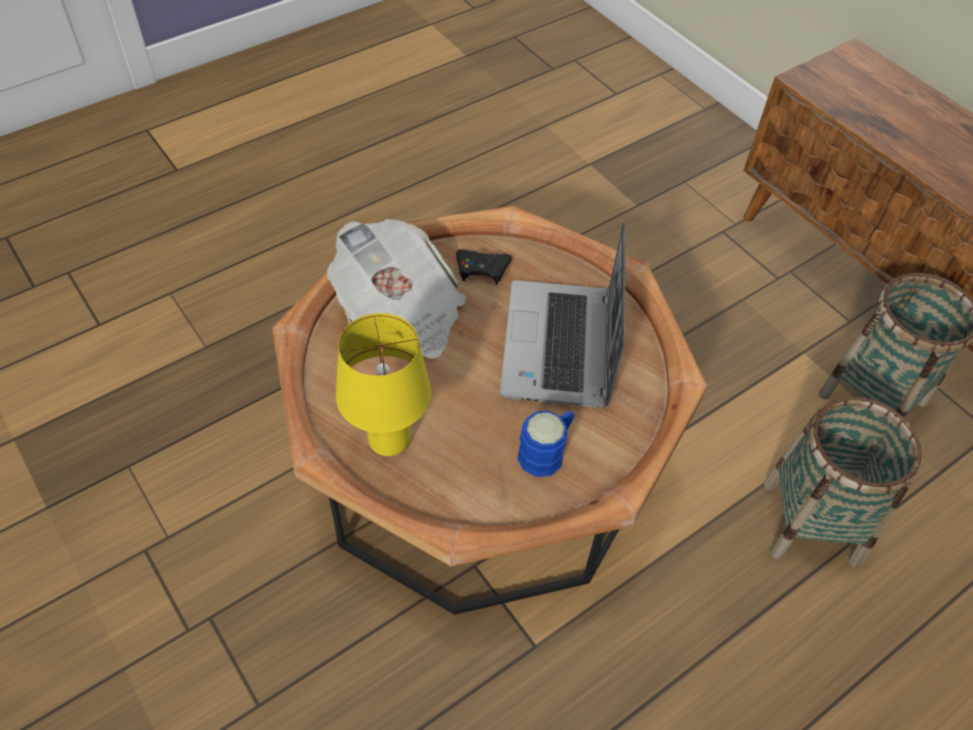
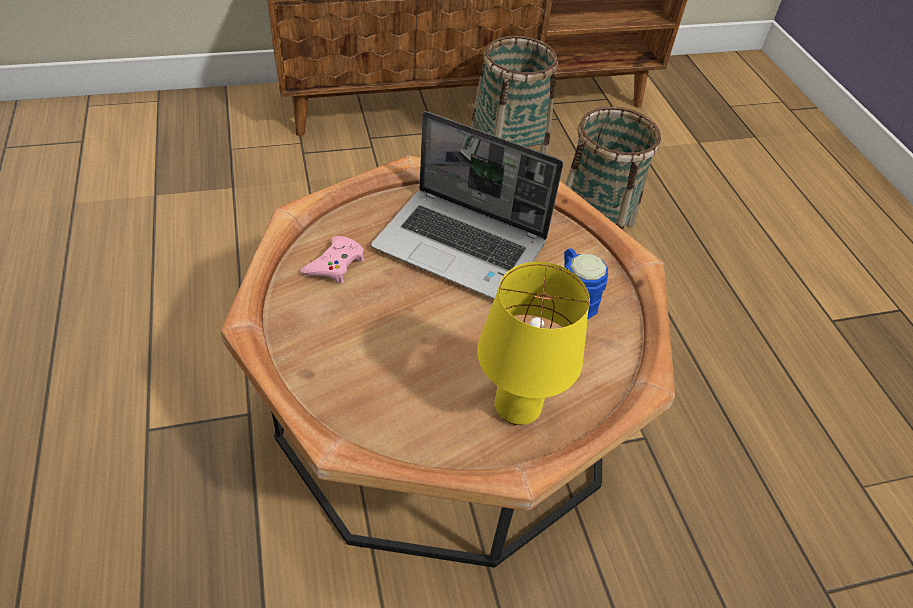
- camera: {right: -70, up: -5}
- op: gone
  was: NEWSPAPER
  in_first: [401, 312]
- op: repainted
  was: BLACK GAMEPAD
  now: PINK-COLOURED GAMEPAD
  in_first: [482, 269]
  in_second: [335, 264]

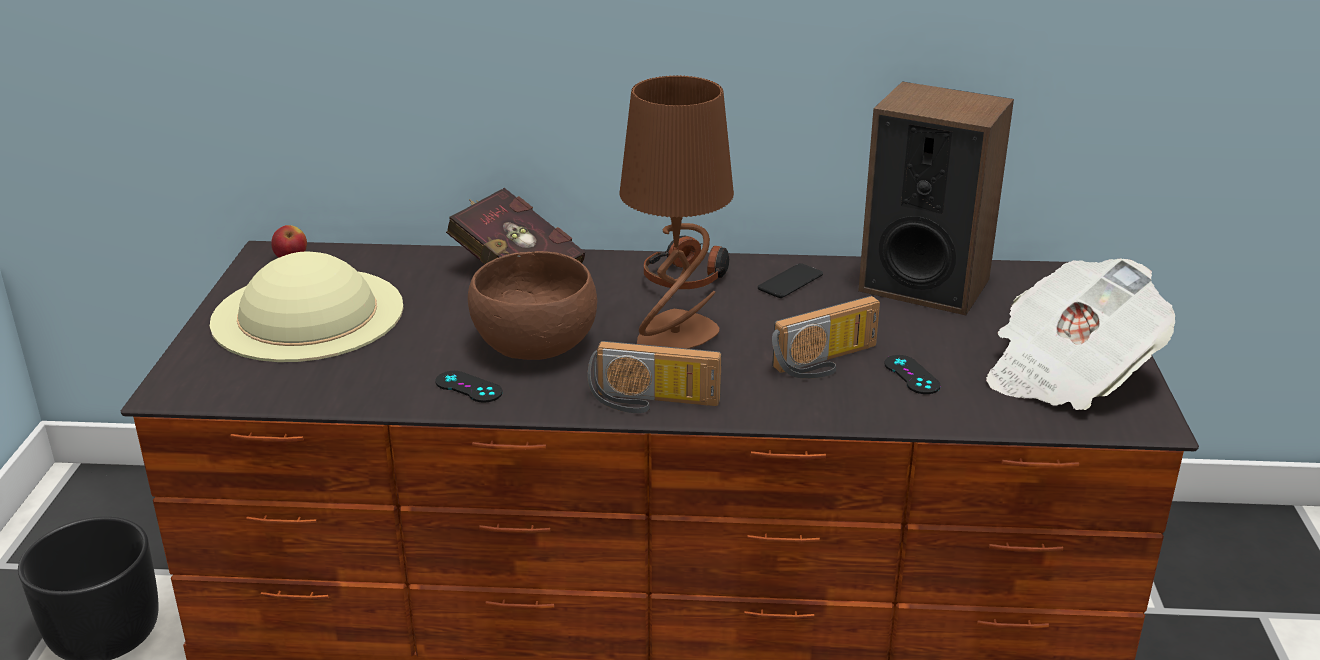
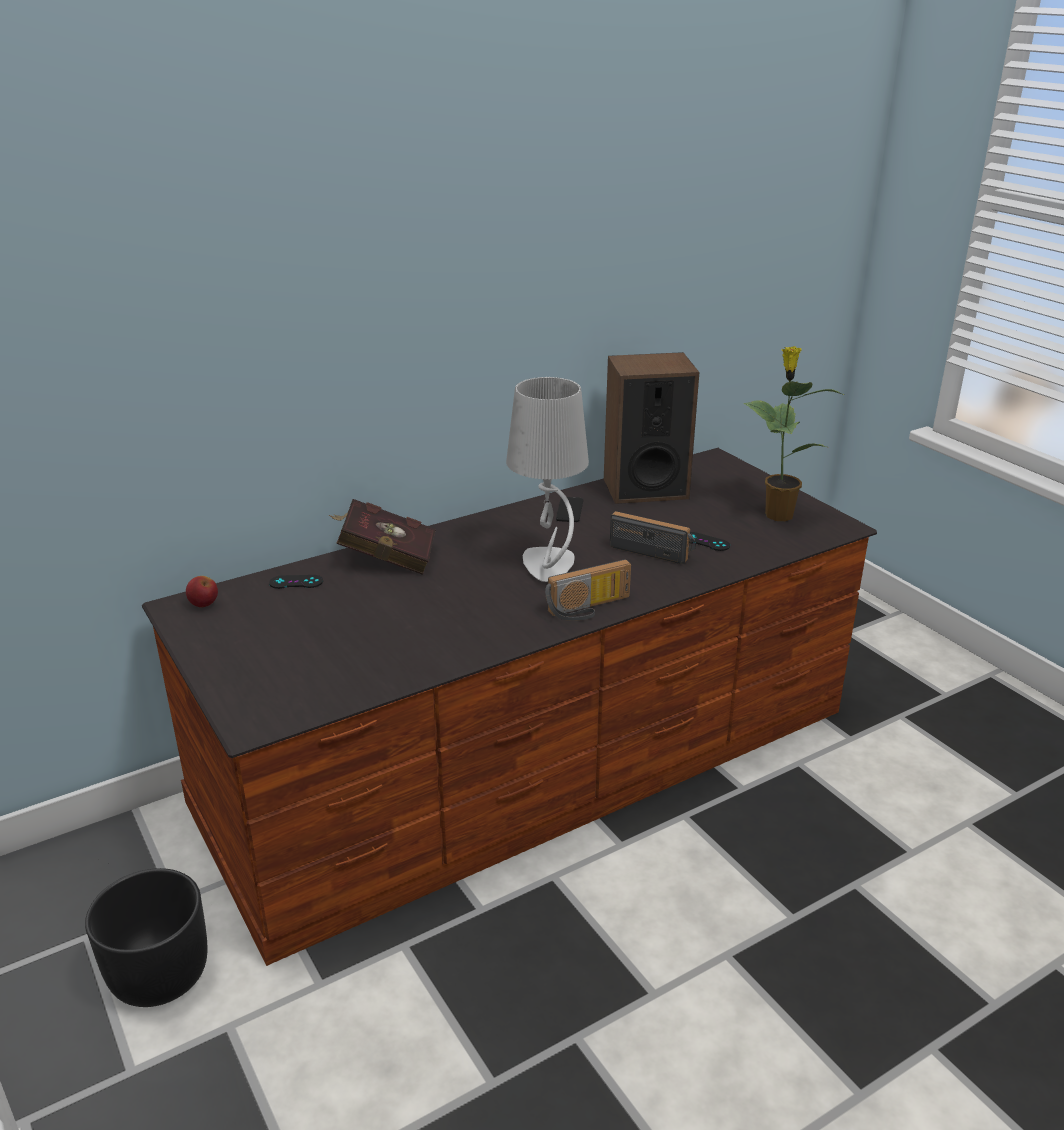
- camera: {right: -35, up: 0}
- op: gone
  was: SAND-COLOURED WEARABLE HAT
  in_first: [308, 313]
- op: shifted
  was: BLACK GAMEPAD
  in_first: [468, 387]
  in_second: [296, 582]
- op: gone
  was: BROWNISH SERVING BOWL
  in_first: [536, 344]
- op: repainted
  was: BROWNISH LAMP FOR A TABLE
  now: GREYISH LAMP FOR A TABLE
  in_first: [675, 337]
  in_second: [549, 566]
- op: gone
  was: HEADSET
  in_first: [688, 278]
- op: rotated
  was: RADIO
  in_first: [827, 362]
  in_second: [654, 550]
  clockwise: -90
- op: swapped
  was: NEWSPAPER
  now: POTTED PLANT
  in_first: [1066, 373]
  in_second: [777, 514]

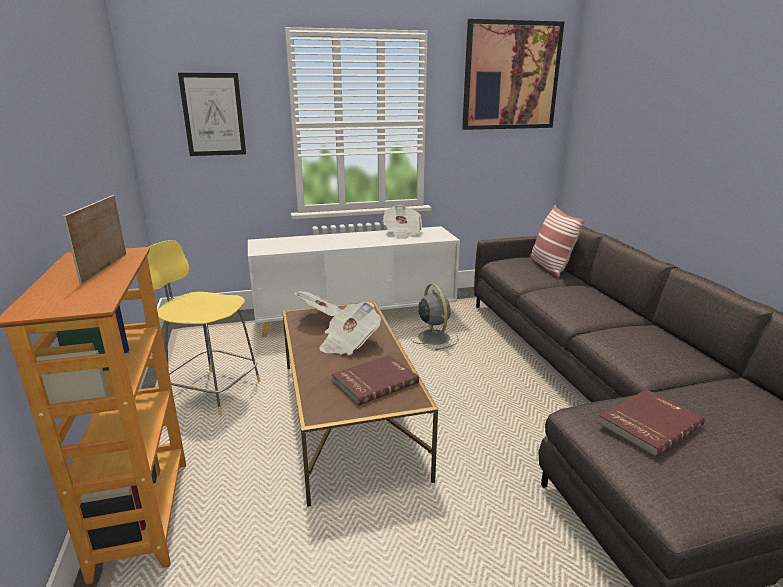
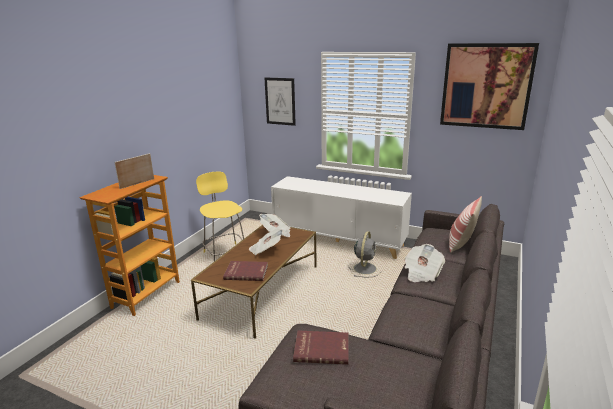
- camera: {right: 40, up: 0}
- op: shifted
  was: NEWSPAPER
  in_first: [402, 233]
  in_second: [422, 273]

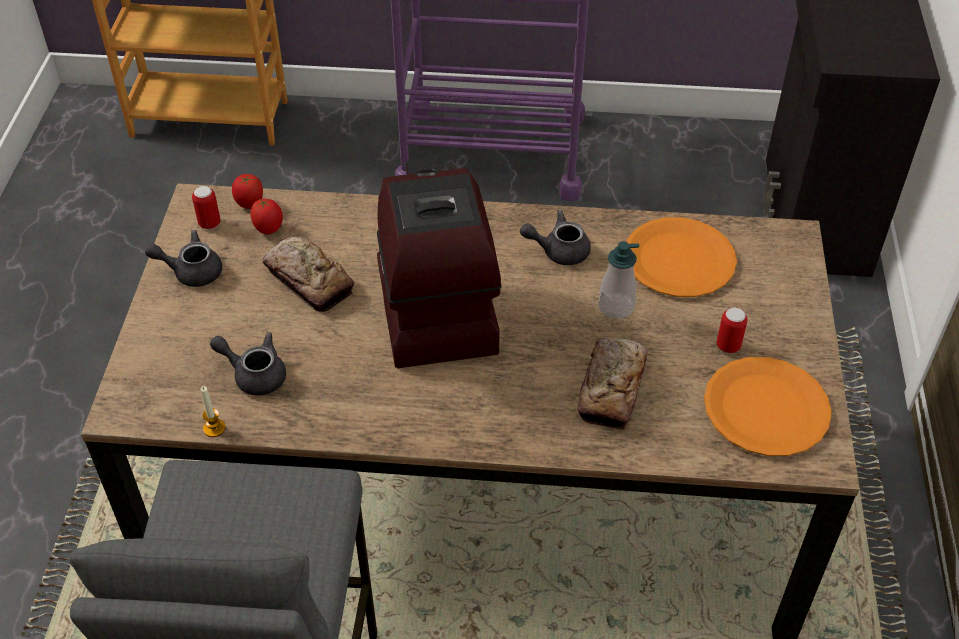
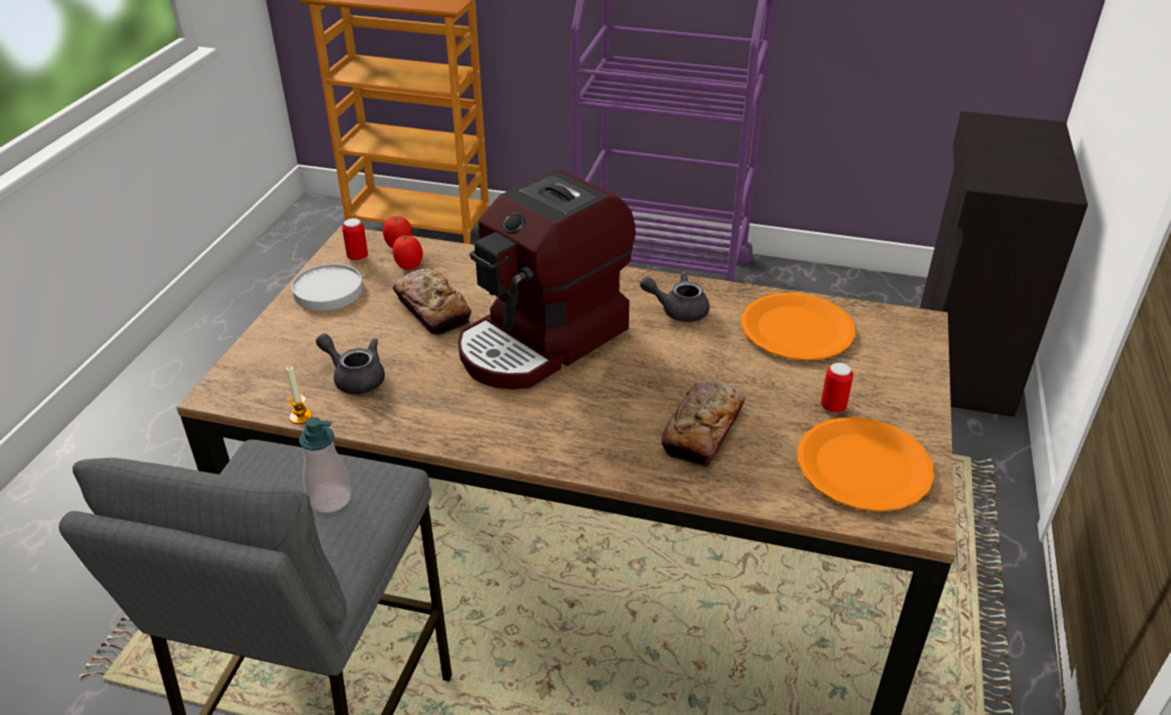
- camera: {right: 10, up: -10}
- op: swapped
  was: GREYISH POT FOR TEA
  now: WHITE PLATE
  in_first: [191, 271]
  in_second: [327, 291]
- op: rotated
  was: COFFEE MACHINE
  in_first: [433, 305]
  in_second: [543, 341]
  clockwise: -135
- op: shifted
  was: SOAP BOTTLE
  in_first: [616, 306]
  in_second: [330, 498]

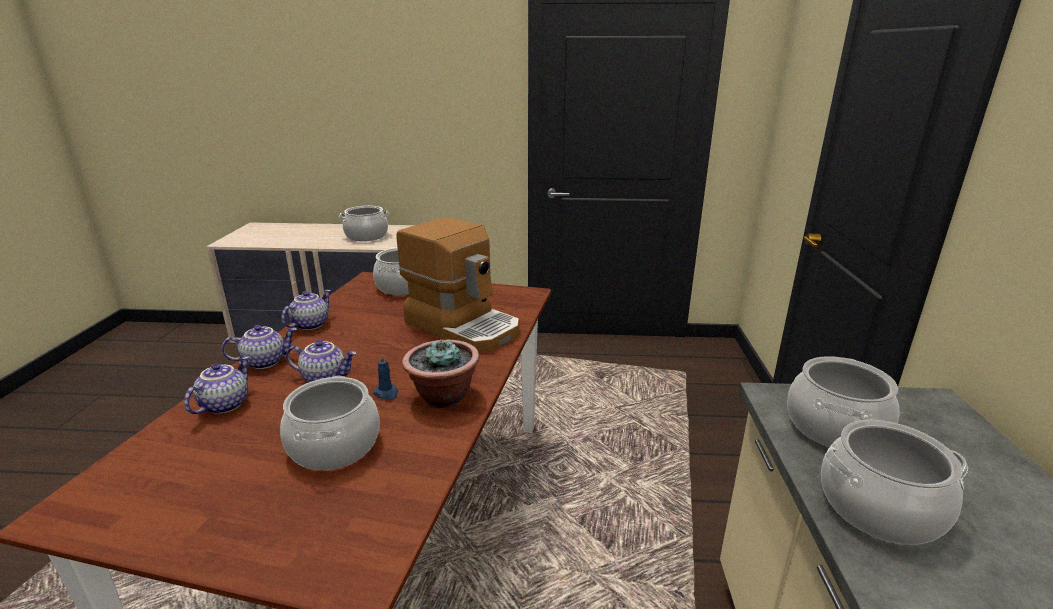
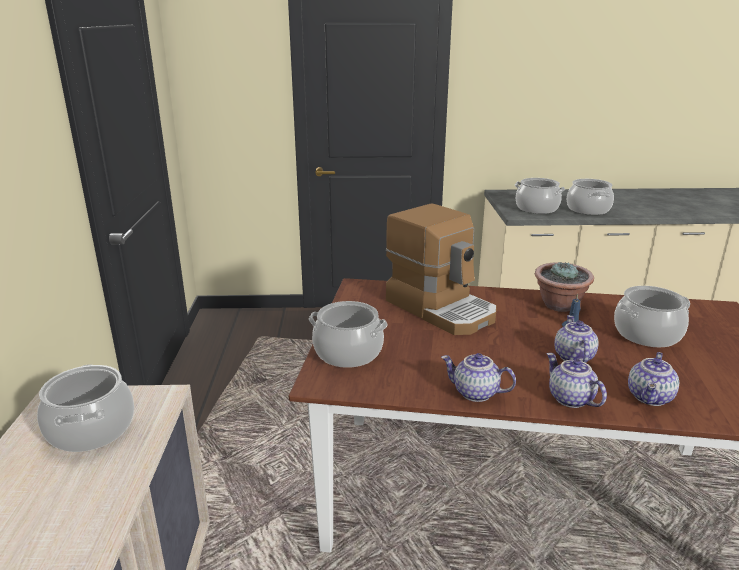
- camera: {right: -95, up: 0}
- op: rotated
  was: POT FOR TEA
  in_first: [224, 404]
  in_second: [651, 398]
  clockwise: -75
- op: rotated
  was: COFFEE MACHINE
  in_first: [464, 326]
  in_second: [441, 308]
  clockwise: 105

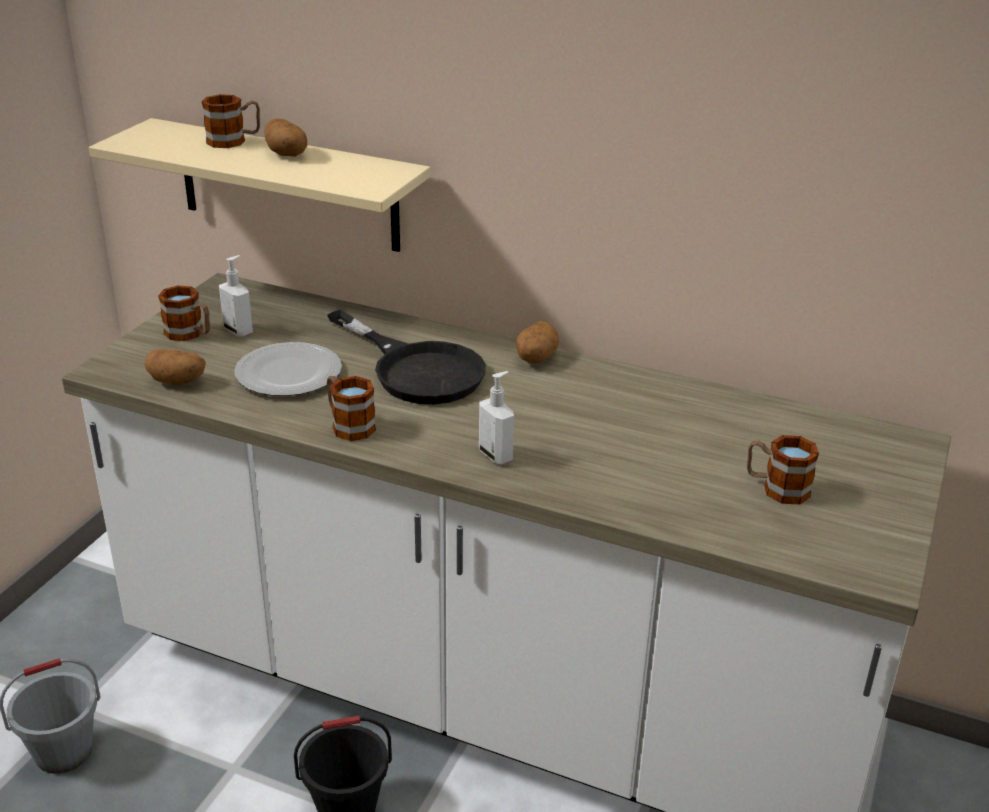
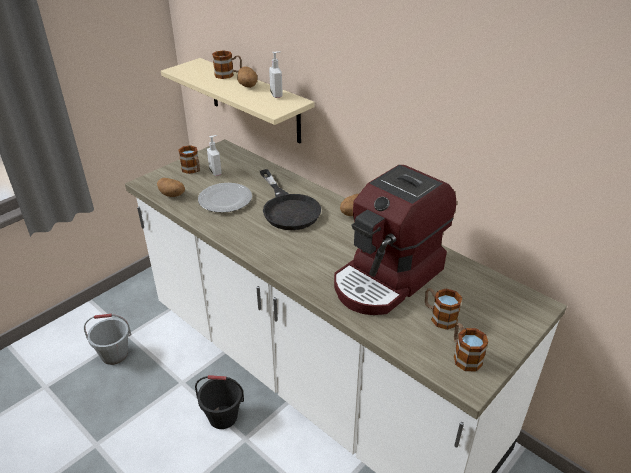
- camera: {right: 20, up: 5}
- op: shifted
  was: MUG
  in_first: [348, 424]
  in_second: [464, 356]
- op: shifted
  was: SOAP BOTTLE
  in_first: [496, 455]
  in_second: [277, 95]
- op: new
  now: COFFEE MACHINE
  in_second: [388, 278]

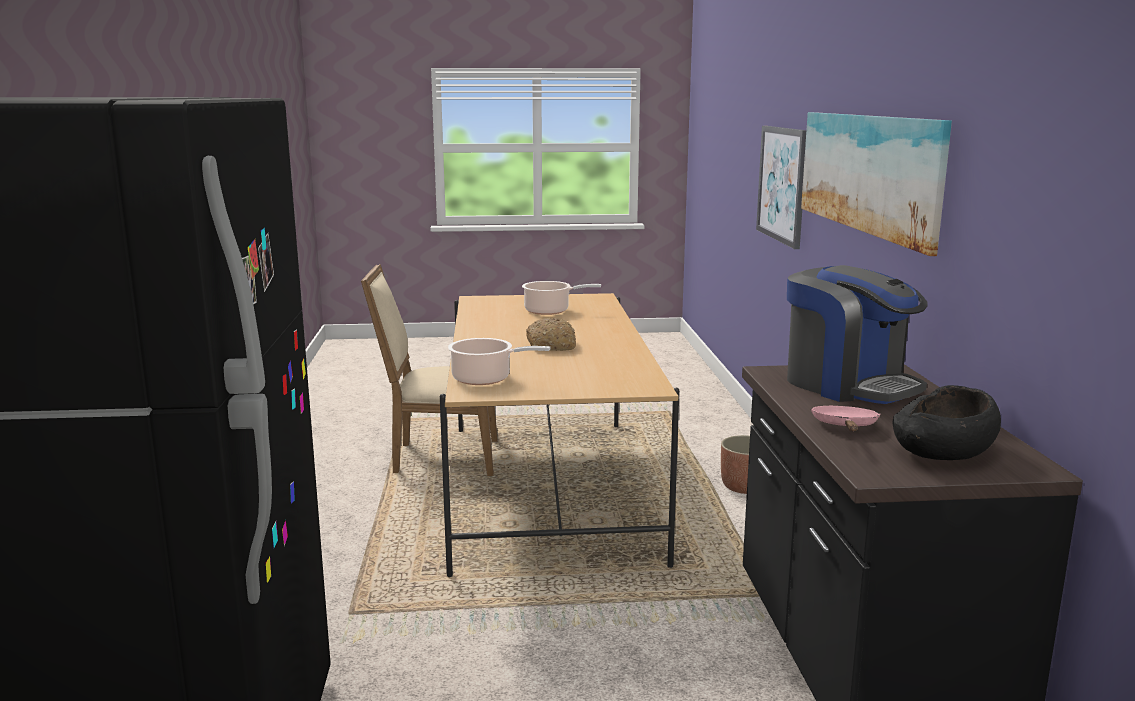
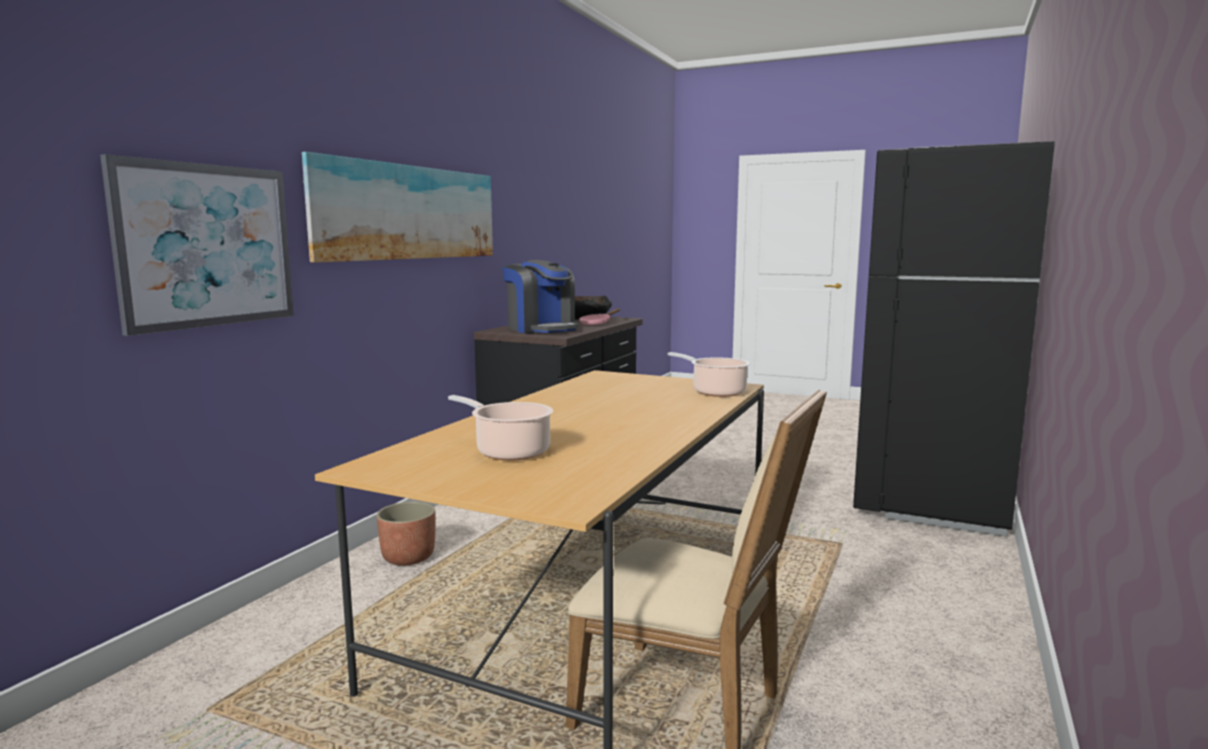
- camera: {right: -150, up: -5}
- op: gone
  was: BREAD
  in_first: [552, 345]
- op: rotated
  was: COFFEE MACHINE
  in_first: [848, 385]
  in_second: [542, 329]
  clockwise: 150

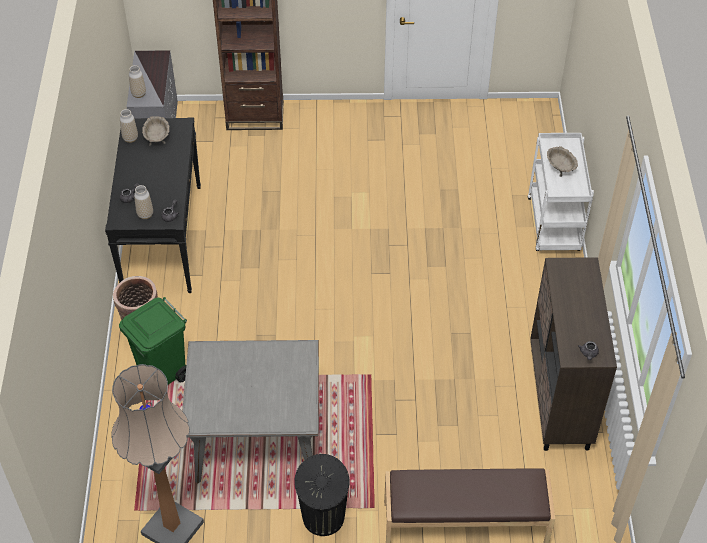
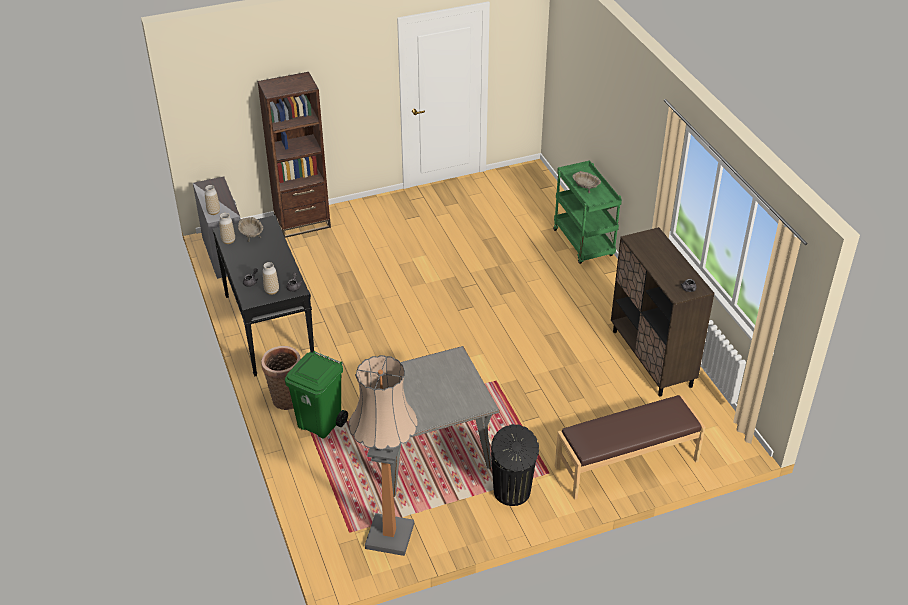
- camera: {right: -20, up: -10}
- op: repainted
  was: WHITE WHEELED CART
  now: GREEN WHEELED CART
  in_first: [554, 226]
  in_second: [584, 244]

